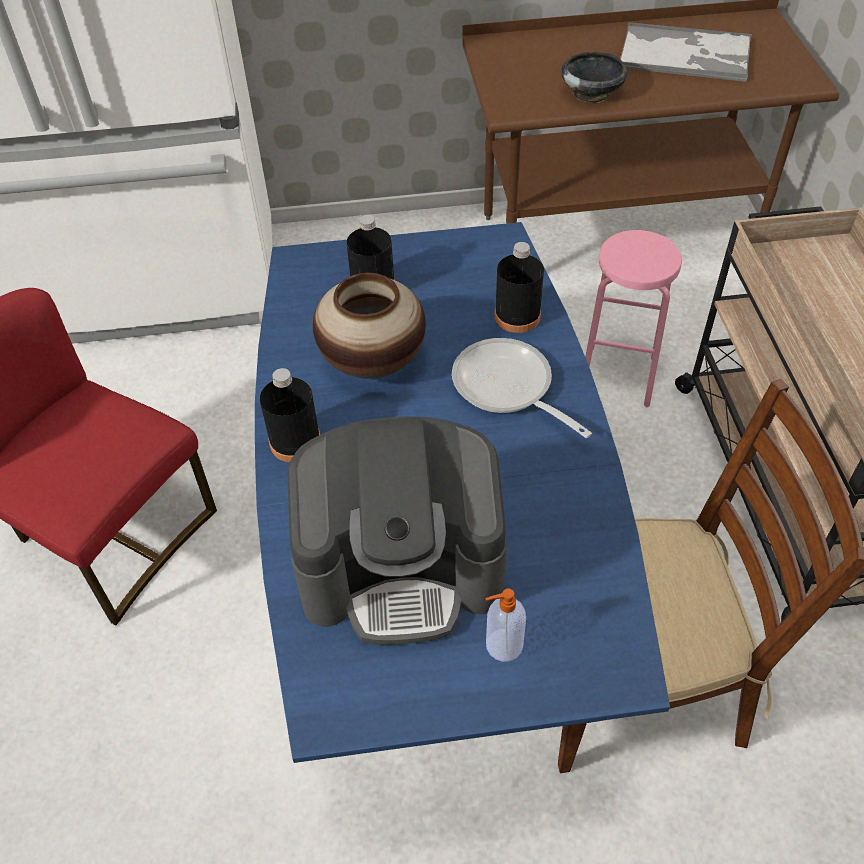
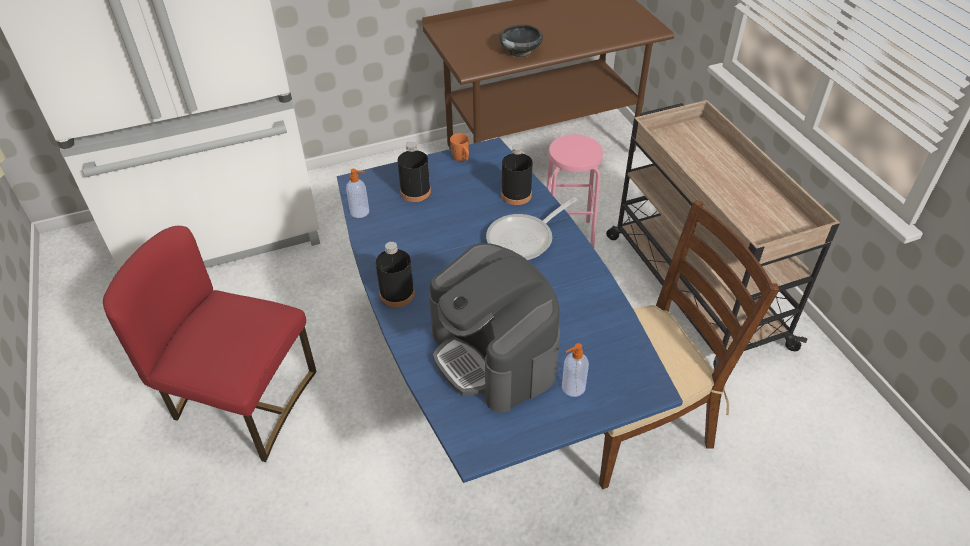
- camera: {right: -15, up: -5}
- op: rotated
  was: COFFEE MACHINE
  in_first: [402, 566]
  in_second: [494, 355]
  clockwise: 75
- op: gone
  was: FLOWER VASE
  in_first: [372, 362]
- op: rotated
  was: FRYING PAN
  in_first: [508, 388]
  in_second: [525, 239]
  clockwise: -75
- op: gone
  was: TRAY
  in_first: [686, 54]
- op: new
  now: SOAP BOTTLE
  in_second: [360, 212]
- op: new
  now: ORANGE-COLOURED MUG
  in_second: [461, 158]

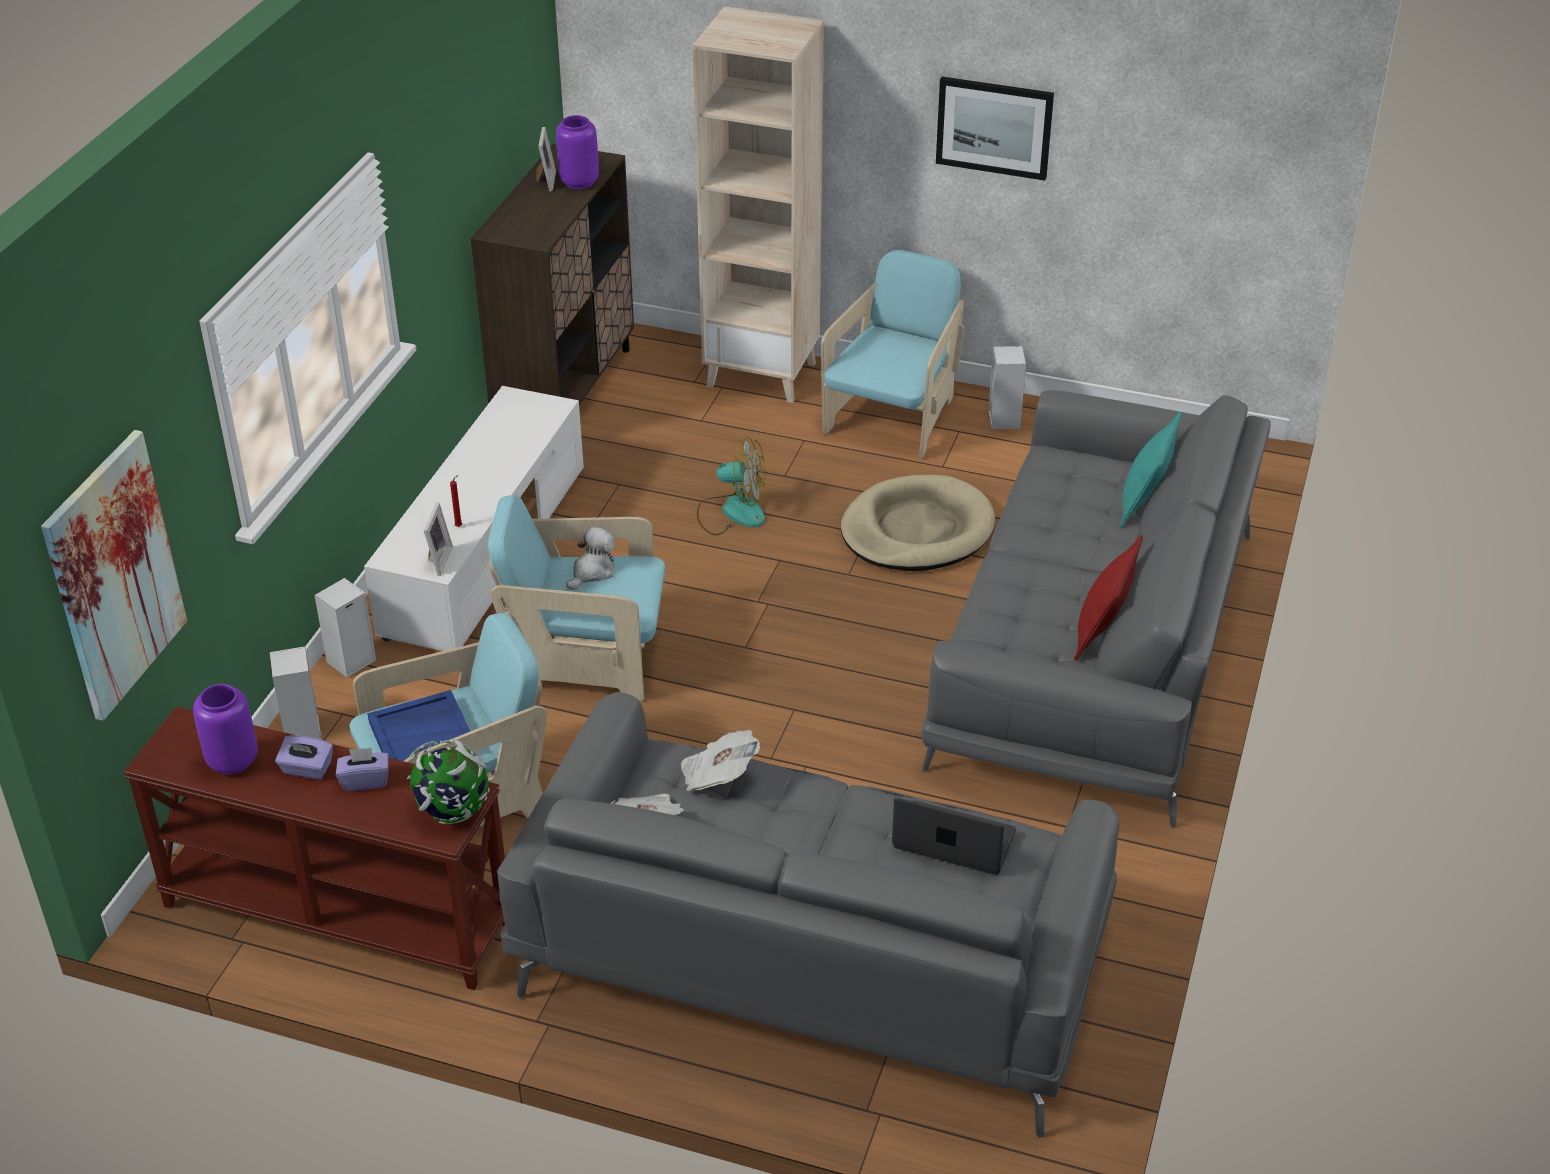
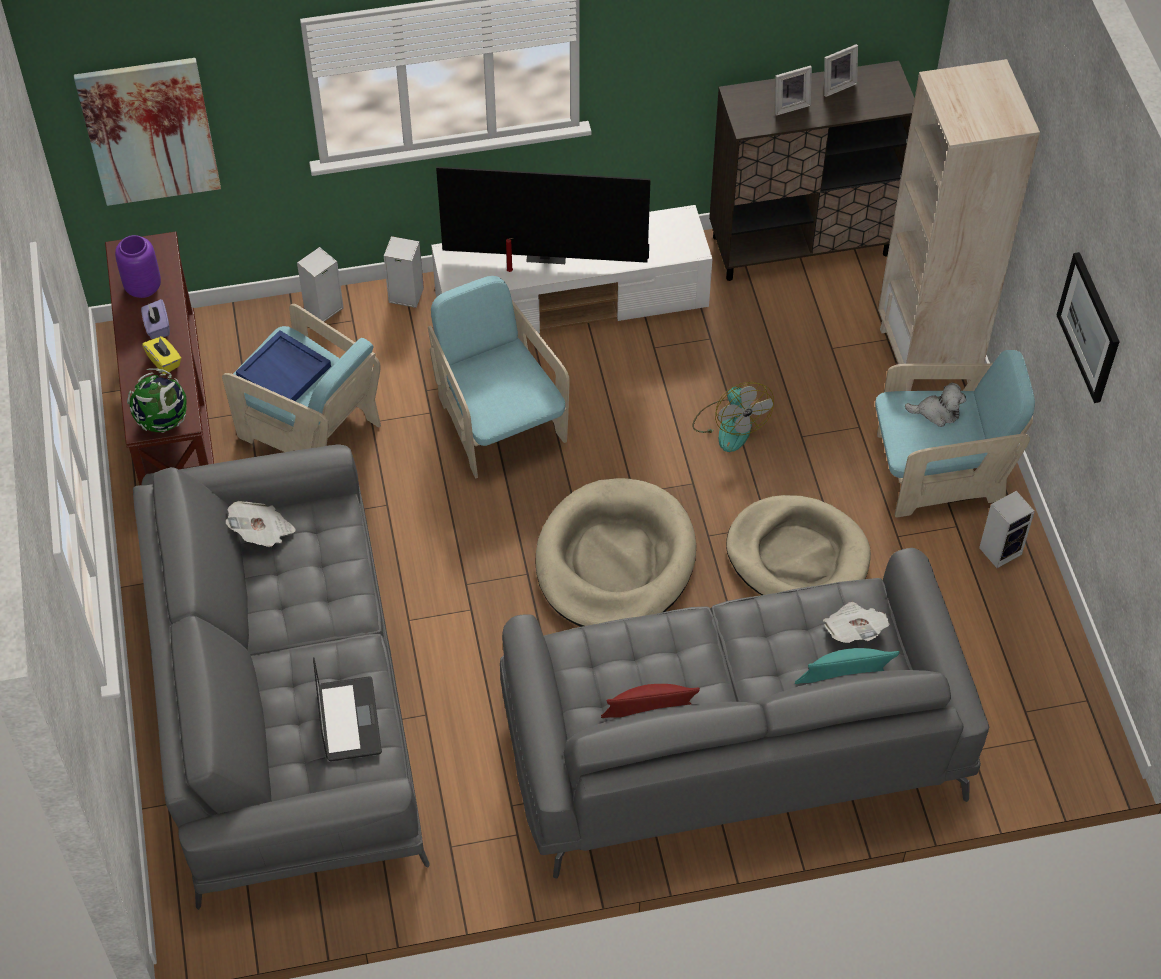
- camera: {right: 60, up: 15}
- op: repainted
  was: PURPLE TISSUE BOX
  now: YELLOWISH TISSUE BOX
  in_first: [365, 780]
  in_second: [164, 361]
- op: shifted
  was: STANDING FRAME
  in_first: [436, 560]
  in_second: [789, 105]
- op: gone
  was: PURPLE FLOWER VASE
  in_first: [579, 183]
- op: shifted
  was: CUDDLY TOY
  in_first: [592, 571]
  in_second: [937, 412]
- op: shifted
  was: NEWSPAPER
  in_first: [718, 775]
  in_second: [854, 631]
- op: new
  now: TV
  in_second: [547, 253]
- op: new
  now: SAND-COLOURED DOG CUSHION
  in_second: [615, 560]

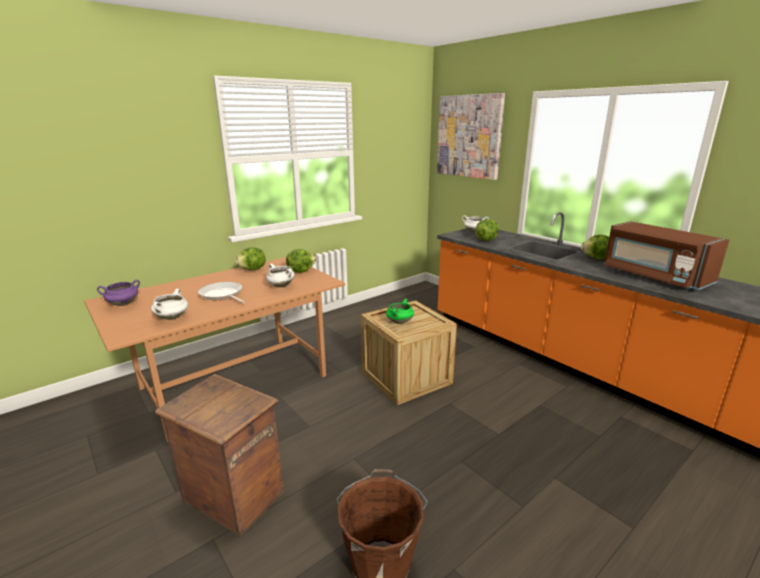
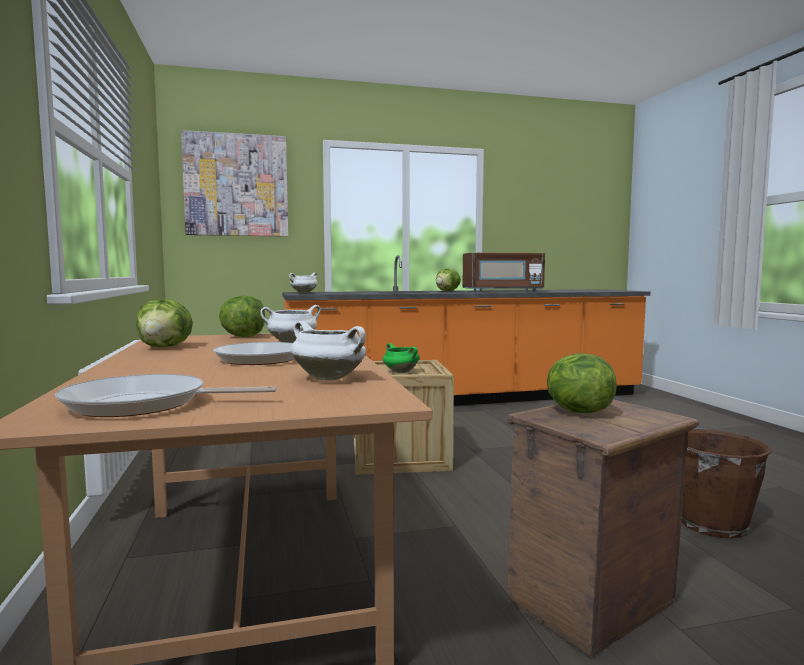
- camera: {right: -65, up: -15}
- op: swapped
  was: PURPLE SAUCEPOT
  now: FRYING PAN
  in_first: [123, 304]
  in_second: [144, 404]
- op: shifted
  was: LETTUCE HEAD
  in_first: [485, 240]
  in_second: [577, 411]

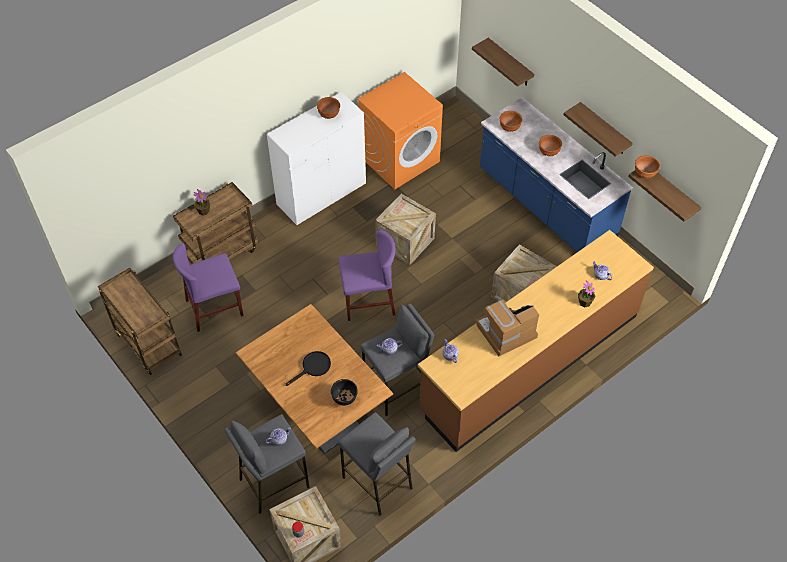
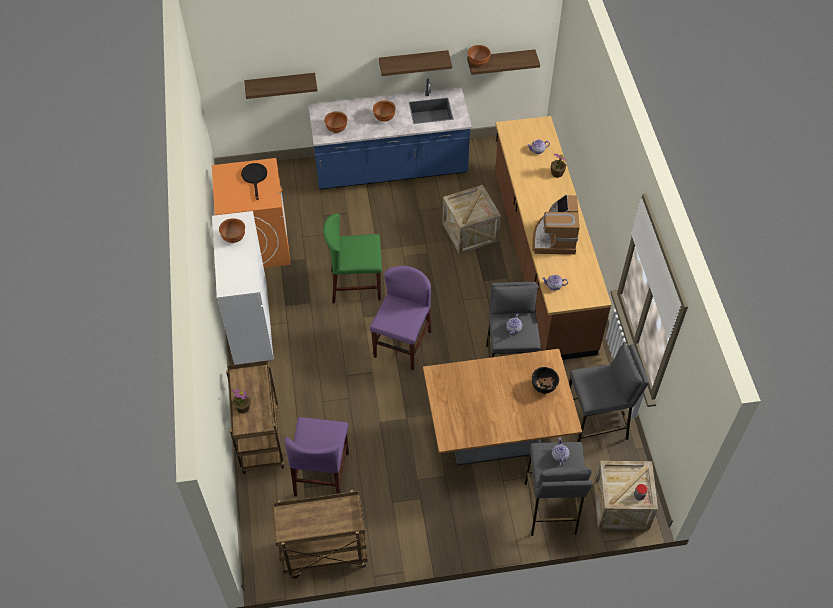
- camera: {right: -60, up: 0}
- op: shifted
  was: BLACK FRYING PAN
  in_first: [313, 367]
  in_second: [255, 178]
- op: swapped
  was: PACKING CRATE
  now: GREEN UPRIGHT CHAIR
  in_first: [405, 241]
  in_second: [356, 285]

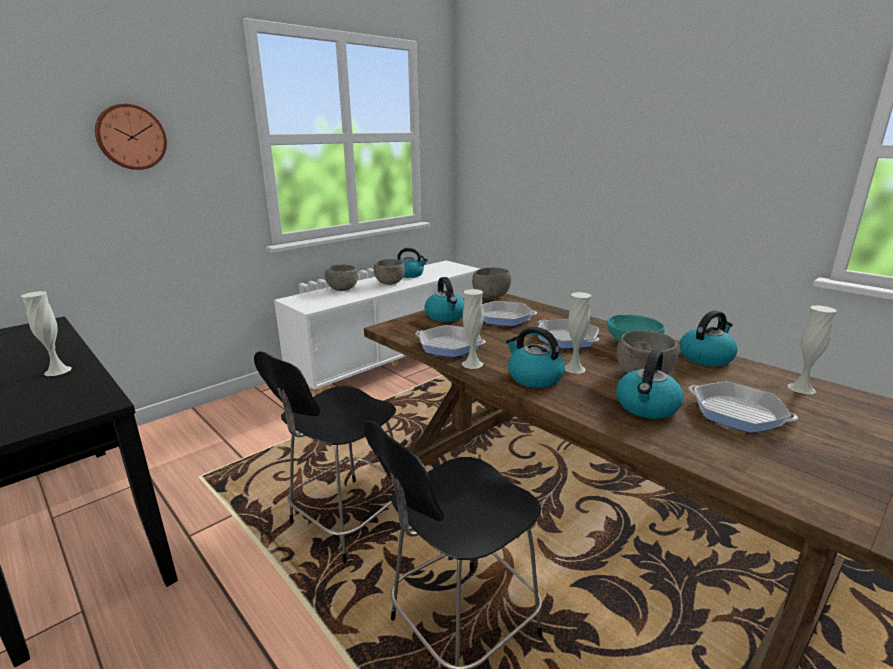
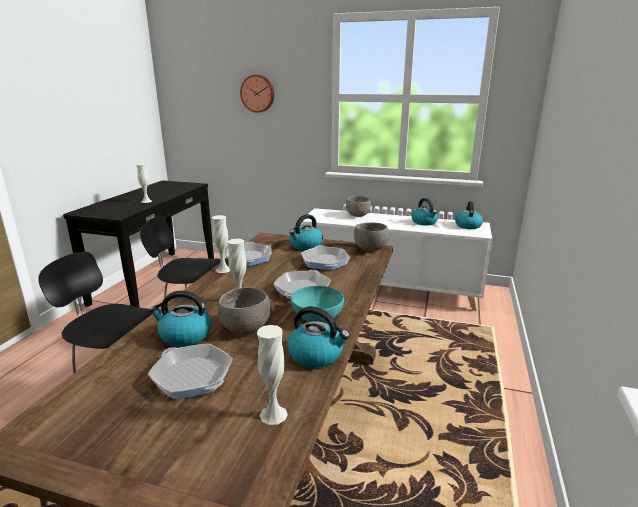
- camera: {right: 60, up: 0}
- op: gone
  was: GREYISH SERVING BOWL
  in_first: [389, 283]
- op: shifted
  was: KETTLE
  in_first: [534, 377]
  in_second: [467, 225]
- op: rotated
  was: FRYING PAN
  in_first: [737, 413]
  in_second: [192, 376]
  clockwise: 120

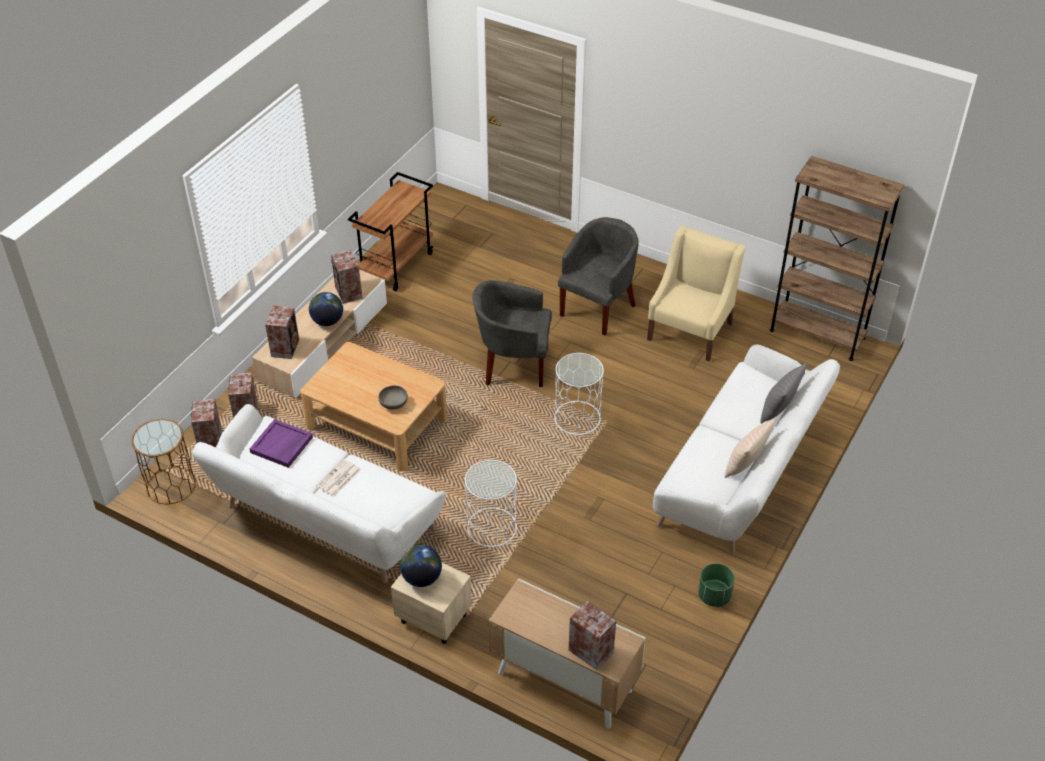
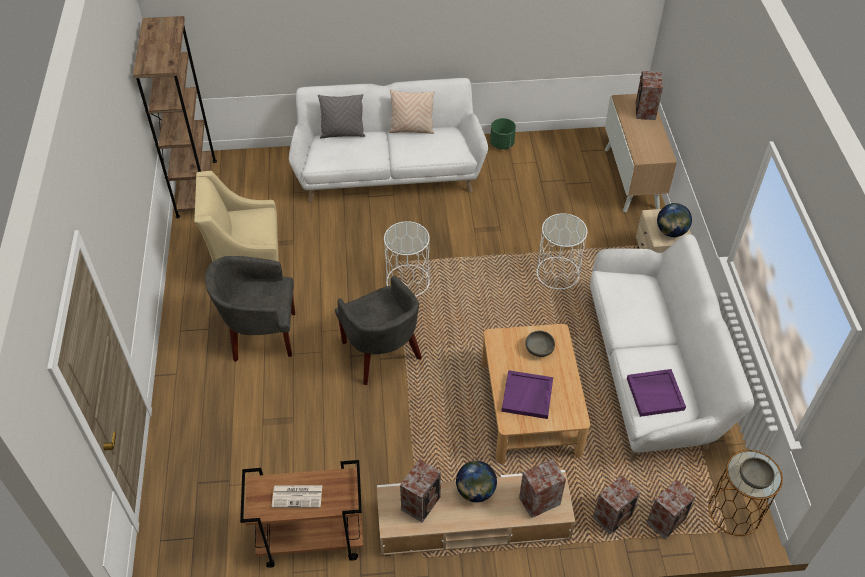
- camera: {right: -125, up: 5}
- op: shifted
  was: NEWSPAPER
  in_first: [338, 479]
  in_second: [298, 496]
- op: new
  now: PURPLE TRAY
  in_second: [527, 396]
- op: new
  now: GREYISH SERVING BOWL
  in_second: [754, 478]

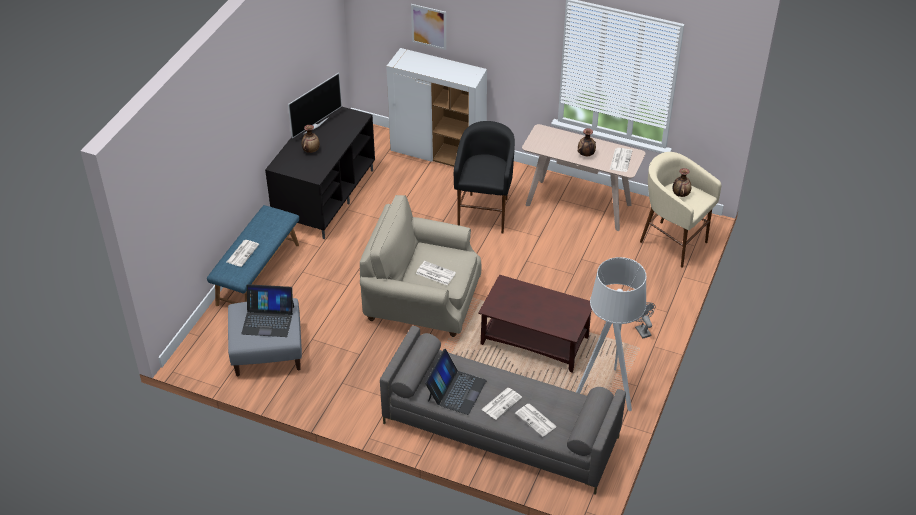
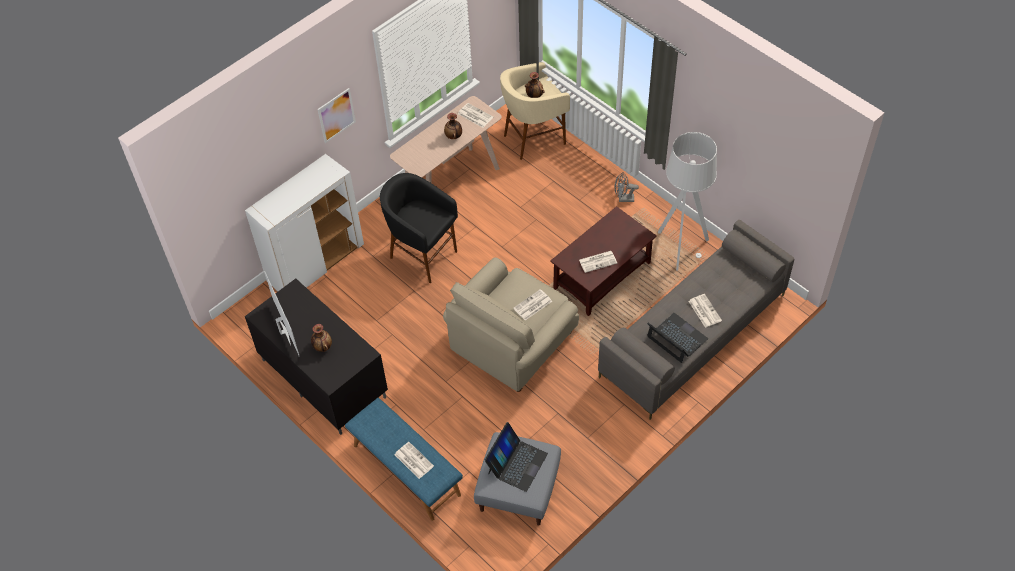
- camera: {right: -65, up: 10}
- op: shifted
  was: PICTURE
  in_first: [429, 26]
  in_second: [336, 115]
- op: shifted
  was: NEWSPAPER
  in_first: [536, 420]
  in_second: [598, 261]

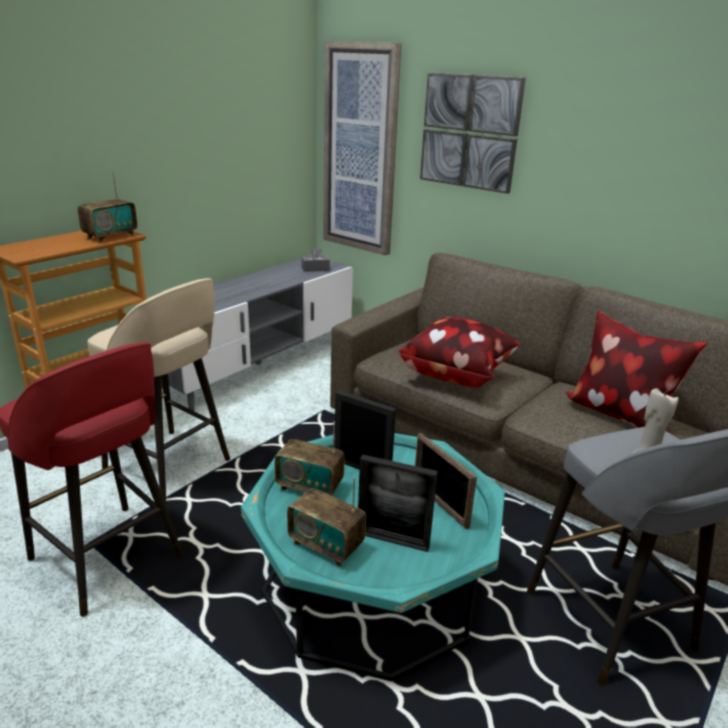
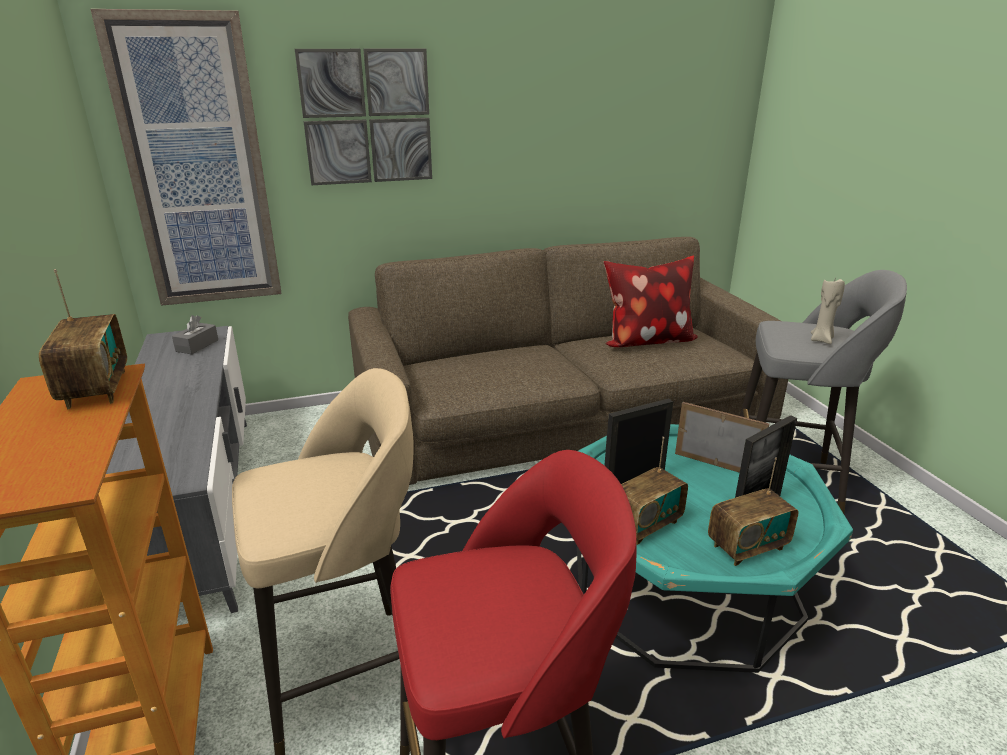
- camera: {right: -55, up: 0}
- op: gone
  was: PILLOW
  in_first: [456, 374]
- op: rotated
  was: STANDING FRAME
  in_first: [439, 504]
  in_second: [716, 464]
  clockwise: -150

